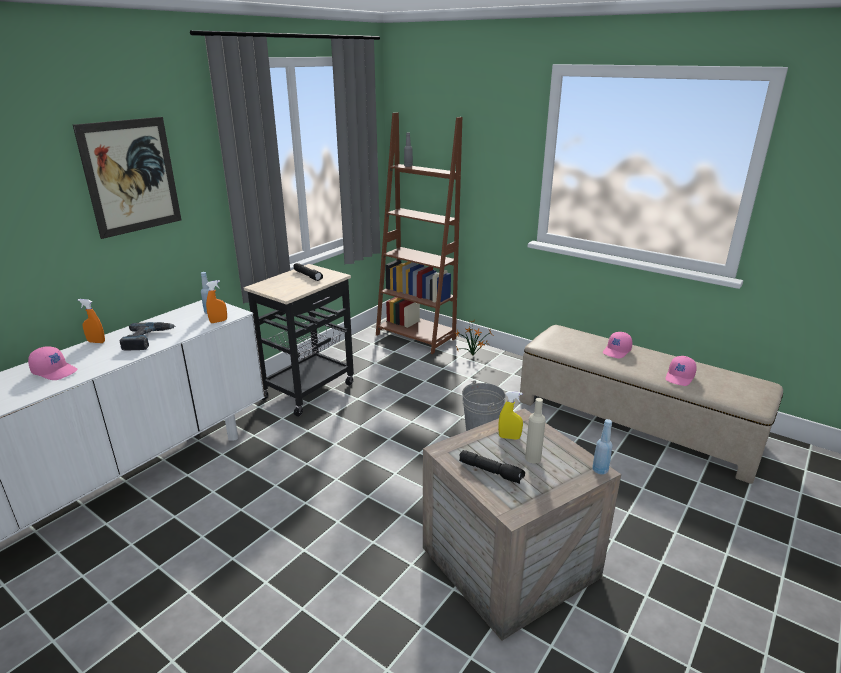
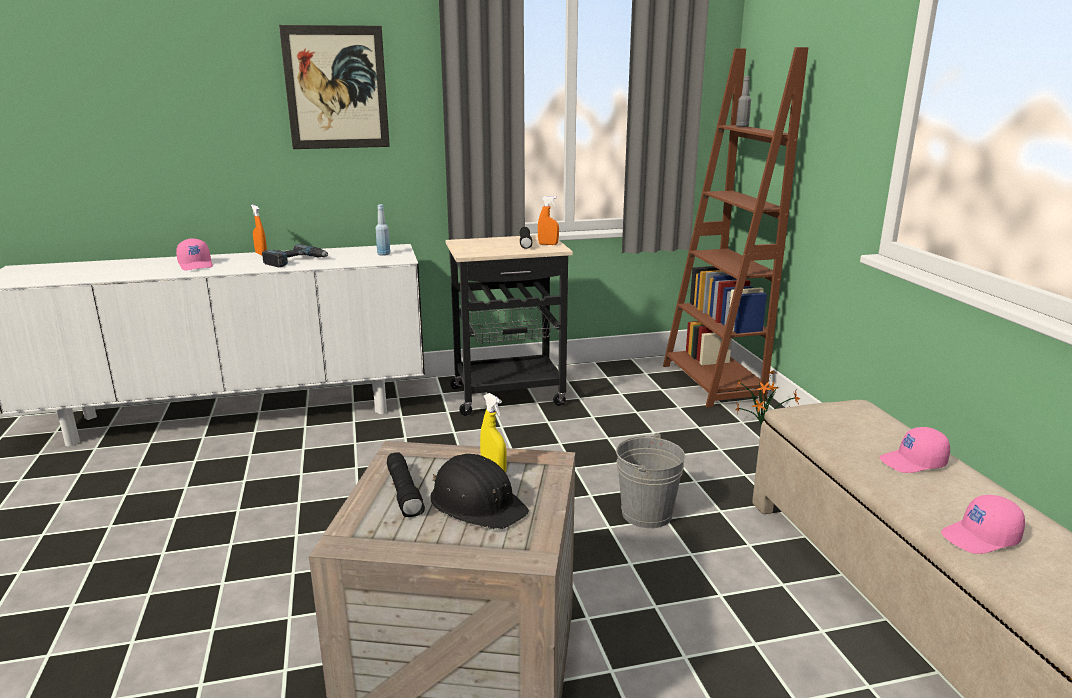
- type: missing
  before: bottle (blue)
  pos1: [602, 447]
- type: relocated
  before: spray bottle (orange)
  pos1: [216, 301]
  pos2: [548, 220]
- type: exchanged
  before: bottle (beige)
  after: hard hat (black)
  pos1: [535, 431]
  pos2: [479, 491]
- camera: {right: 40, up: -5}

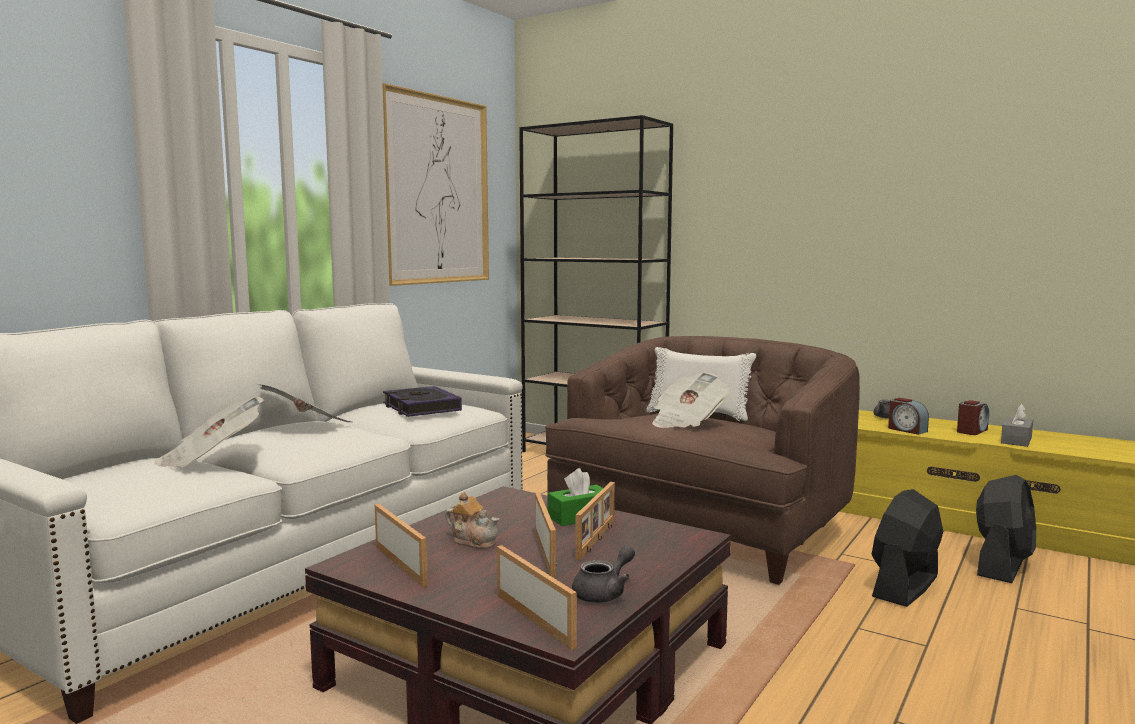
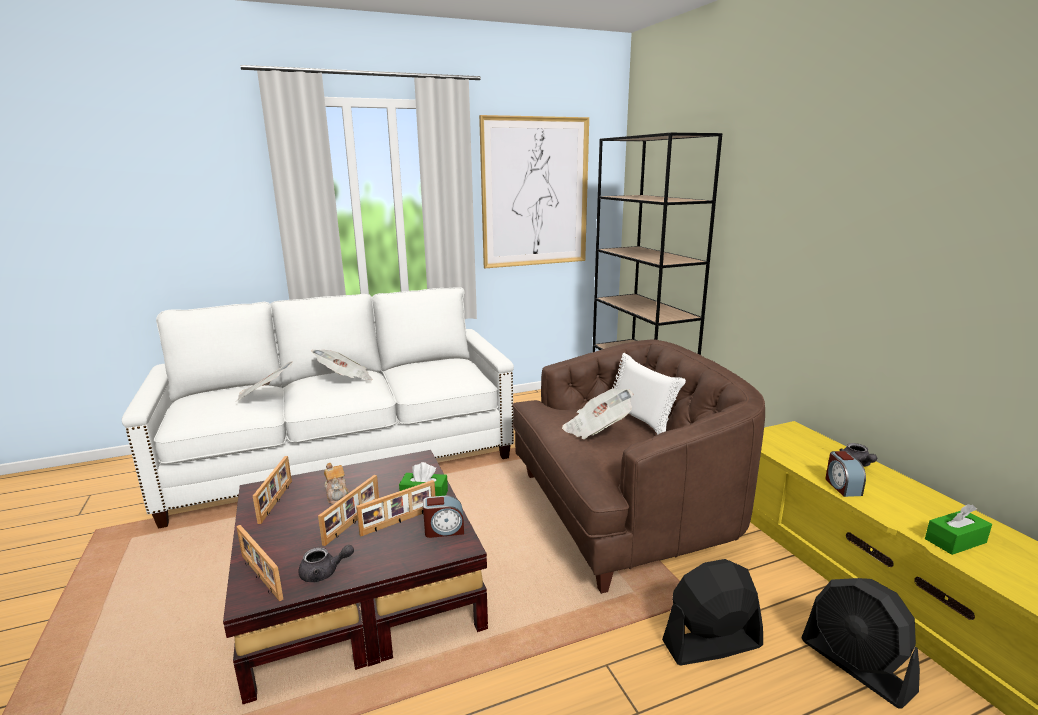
- type: missing
  before: book
  pos1: [422, 401]
- type: relocated
  before: alarm clock
  pos1: [973, 417]
  pos2: [443, 517]
- type: colour
  before: tissue box (grey)
  after: tissue box (green)
  pos1: [1017, 425]
  pos2: [958, 529]
- type: spun
  before: picture frame
  pos1: [537, 597]
  pos2: [259, 563]
  turn: 135
- type: spun
  before: fan (black)
  pos1: [1006, 529]
  pos2: [860, 643]
  turn: 75
- camera: {right: 35, up: 10}

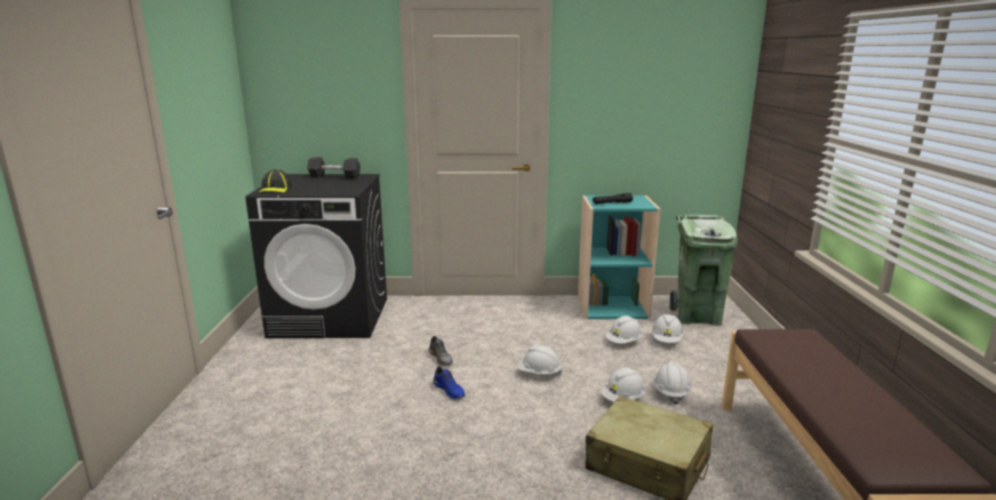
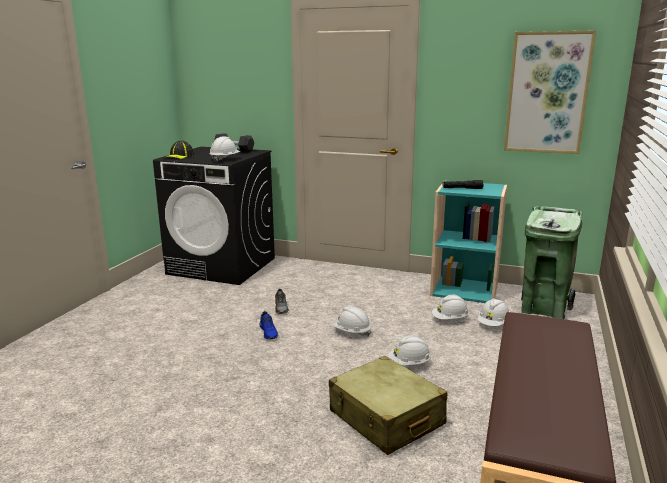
- type: appeared
  after: picture
  pos2: [550, 92]
- type: relocated
  before: hard hat (white)
  pos1: [672, 383]
  pos2: [224, 149]
- camera: {right: 20, up: 0}

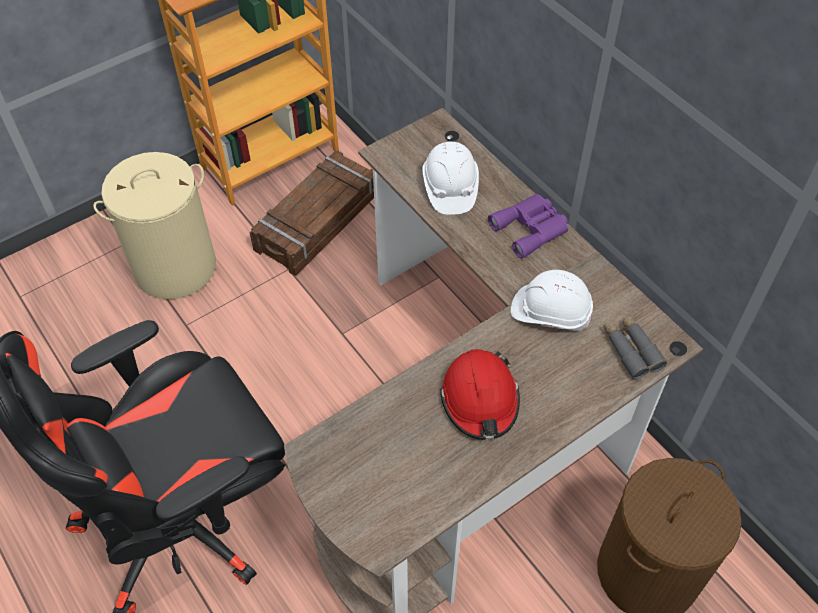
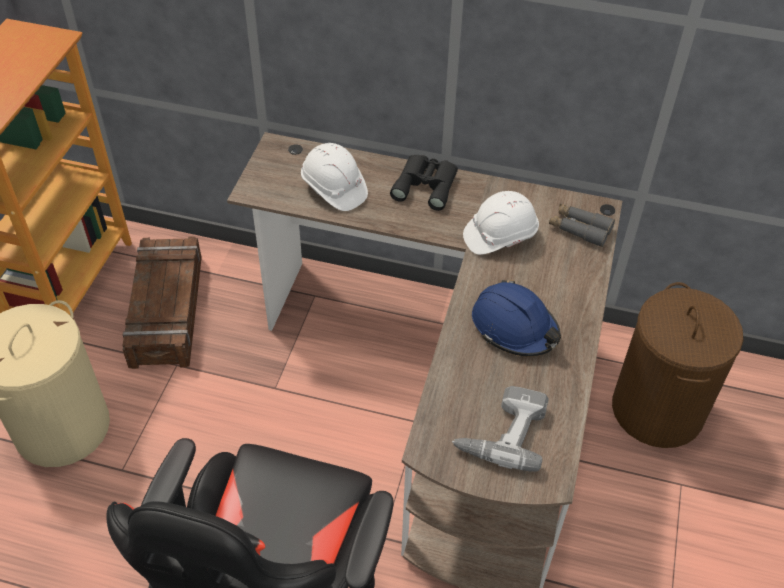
- type: appeared
  after: power drill
  pos2: [500, 429]
- type: colour
  before: hard hat (red)
  after: hard hat (blue)
  pos1: [480, 394]
  pos2: [516, 318]
- type: colour
  before: binoculars (purple)
  after: binoculars (black)
  pos1: [528, 226]
  pos2: [424, 183]
- camera: {right: -40, up: -5}

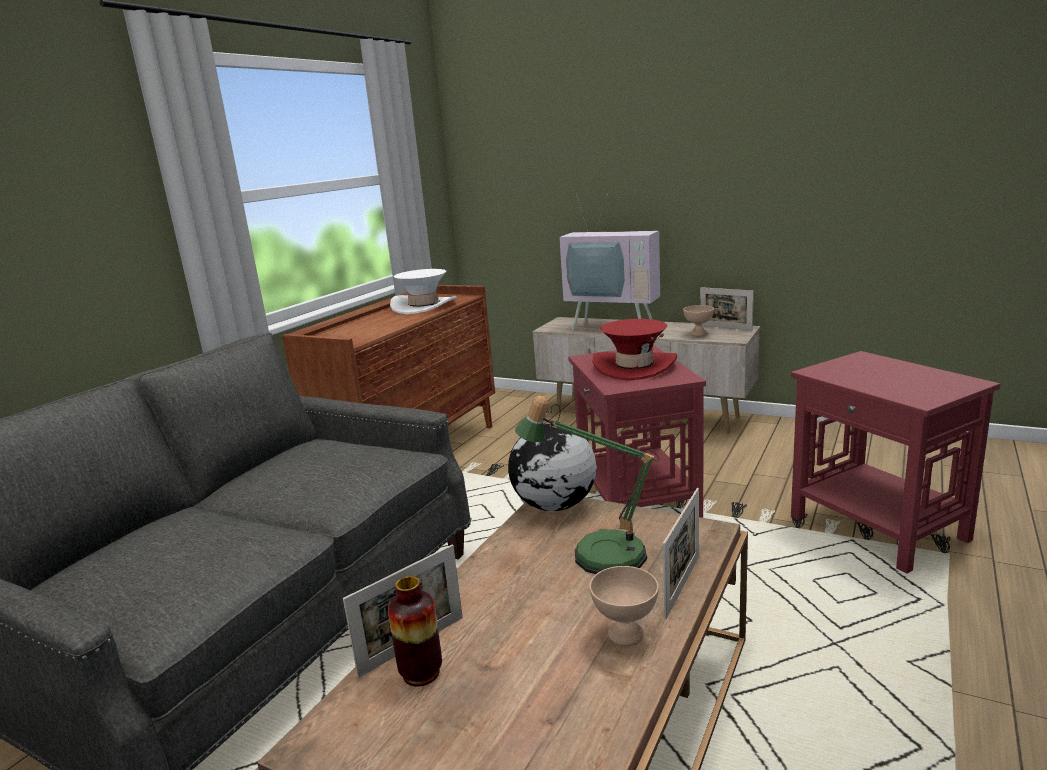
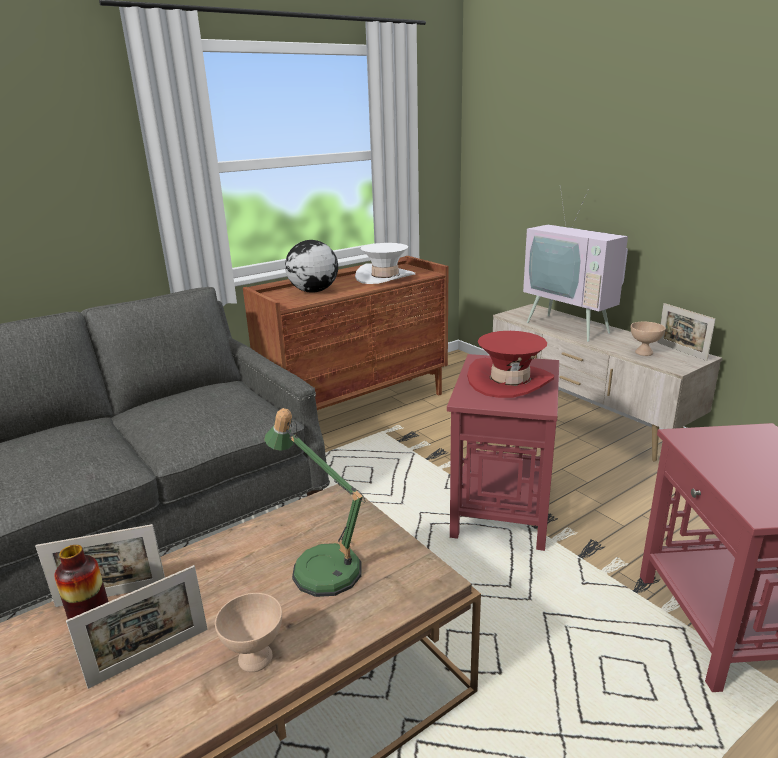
- type: relocated
  before: globe
  pos1: [552, 467]
  pos2: [311, 266]
- type: relocated
  before: picture frame
  pos1: [681, 553]
  pos2: [137, 627]
- camera: {right: 25, up: 5}

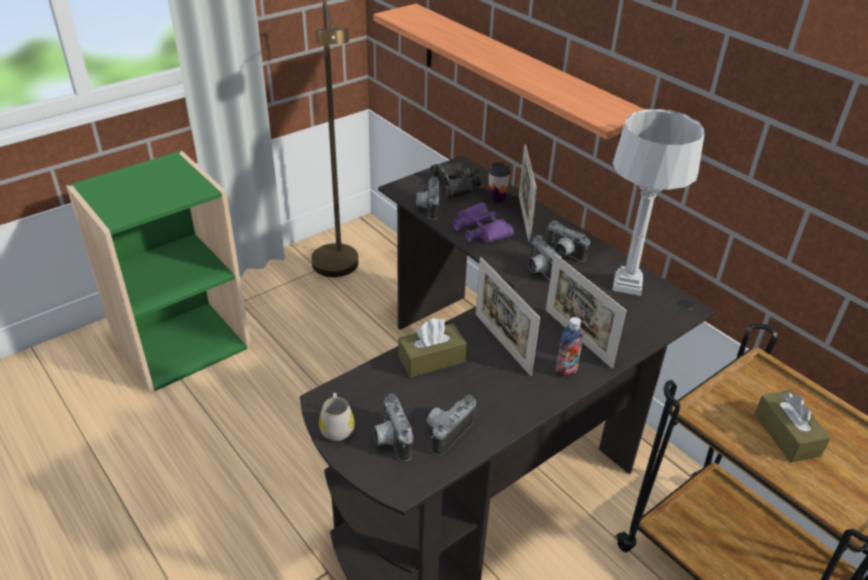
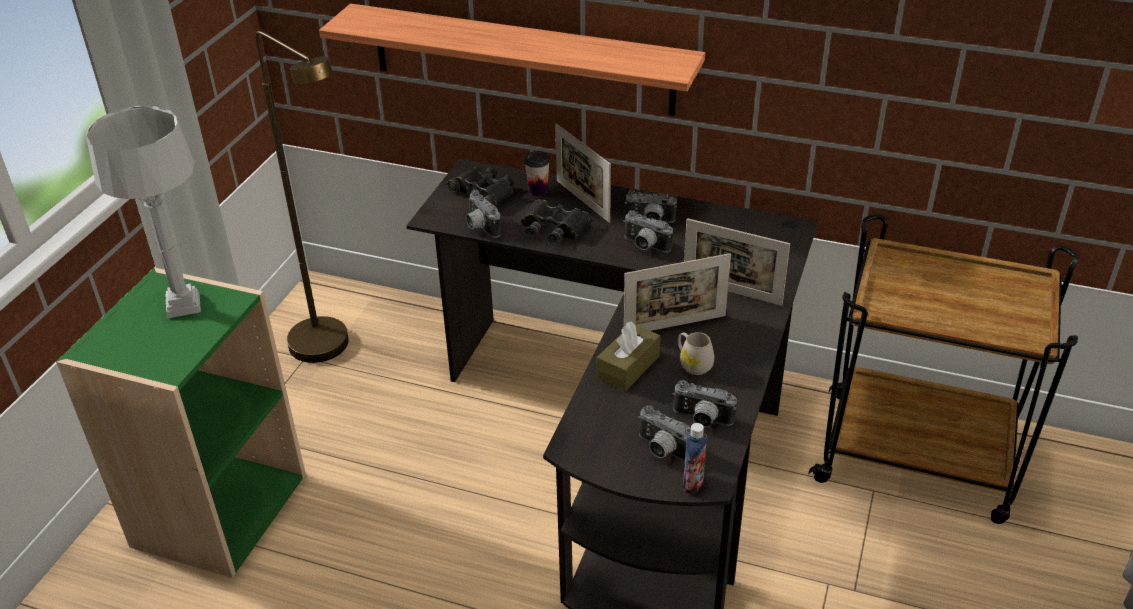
- type: missing
  before: tissue box (brown)
  pos1: [792, 426]
- type: relocated
  before: mug (white)
  pos1: [337, 417]
  pos2: [696, 353]
- type: relocated
  before: bottle
  pos1: [569, 347]
  pos2: [695, 458]
- type: relocated
  before: table lamp (grey)
  pos1: [658, 202]
  pos2: [143, 212]
- type: colour
  before: binoculars (purple)
  after: binoculars (black)
  pos1: [483, 222]
  pos2: [556, 222]
- type: spun
  before: photo camera
  pos1: [451, 425]
  pos2: [705, 403]
  turn: -75
- type: spun
  before: picture frame
  pos1: [507, 316]
  pos2: [677, 292]
  turn: -45
- camera: {right: -30, up: 0}

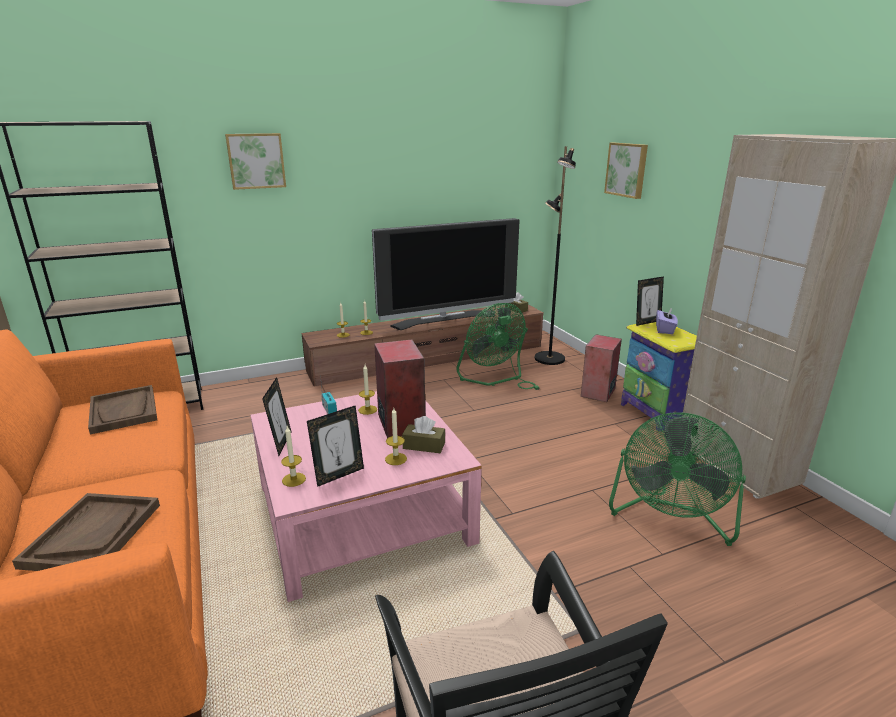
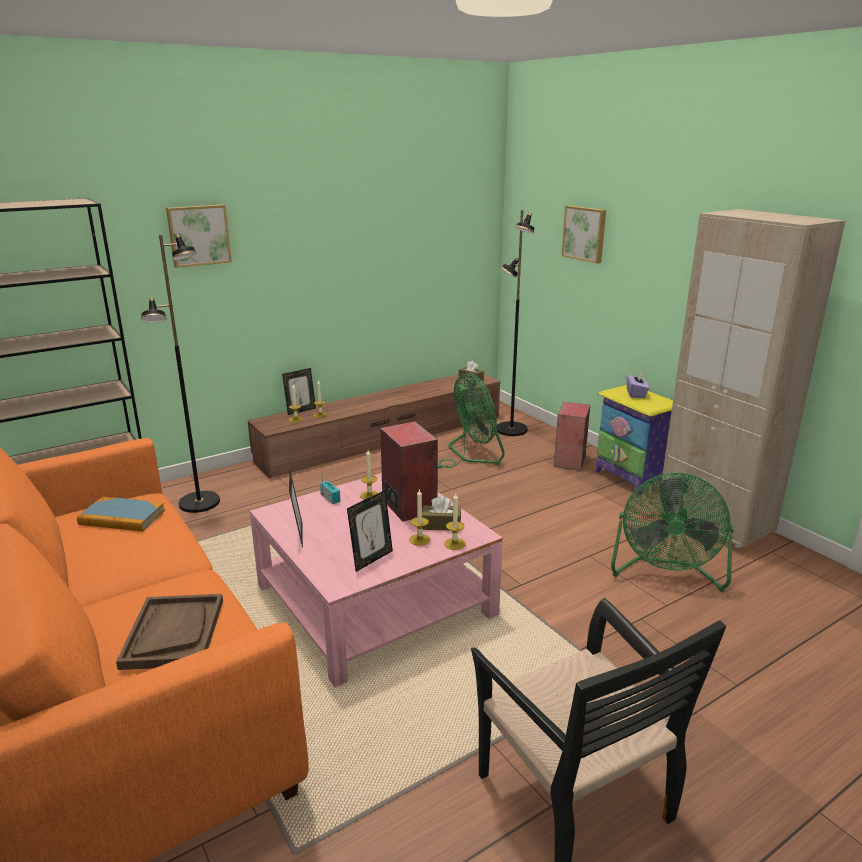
- type: missing
  before: television
  pos1: [446, 274]
- type: appeared
  after: floor lamp (black)
  pos2: [180, 373]
- type: relocated
  before: candle
  pos1: [293, 456]
  pos2: [455, 521]
- type: relocated
  before: picture frame
  pos1: [650, 301]
  pos2: [299, 391]
- type: exchanged
  before: tray (brown)
  after: book
  pos1: [122, 410]
  pos2: [121, 514]
- type: spun
  before: fan (green)
  pos1: [498, 346]
  pos2: [471, 420]
  turn: 105
- camera: {right: -10, up: 0}

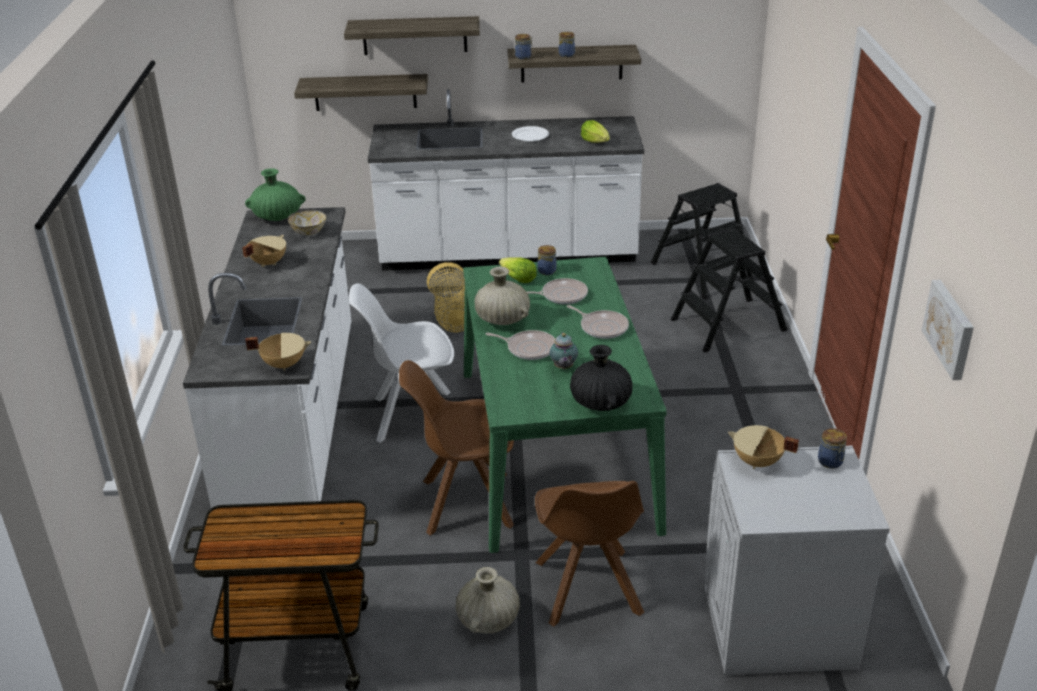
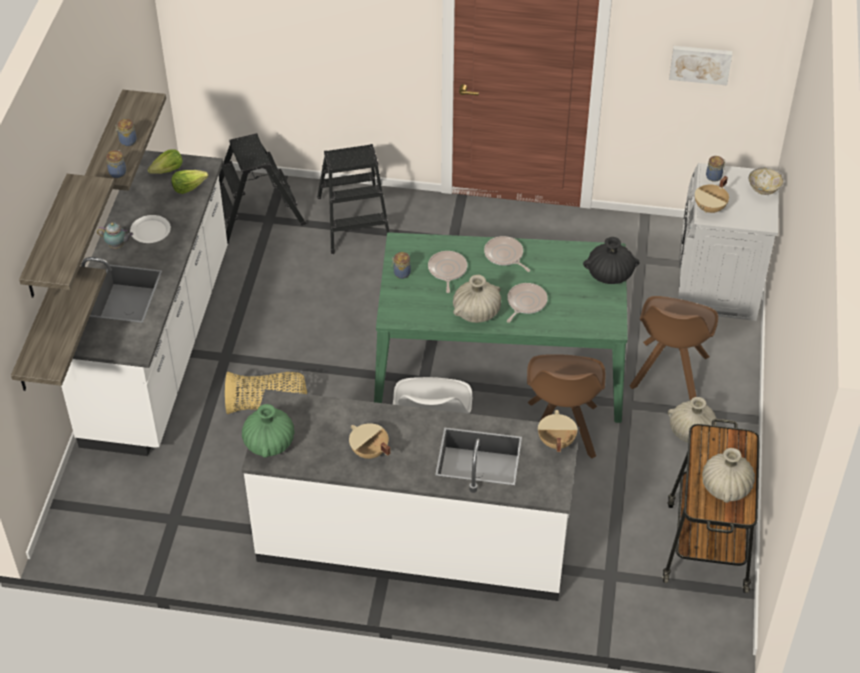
- type: appeared
  after: vase (beige)
  pos2: [728, 475]
- type: relocated
  before: bowl
  pos1: [307, 222]
  pos2: [766, 181]
- type: relocated
  before: lettuce
  pos1: [518, 270]
  pos2: [165, 161]
- type: relocated
  before: teapot
  pos1: [564, 350]
  pos2: [115, 235]
- type: spun
  before: chair (brown)
  pos1: [589, 554]
  pos2: [674, 348]
  turn: 105
- type: spun
  before: frying pan
  pos1: [598, 322]
  pos2: [507, 254]
  turn: -90
- camera: {right: -80, up: 15}

